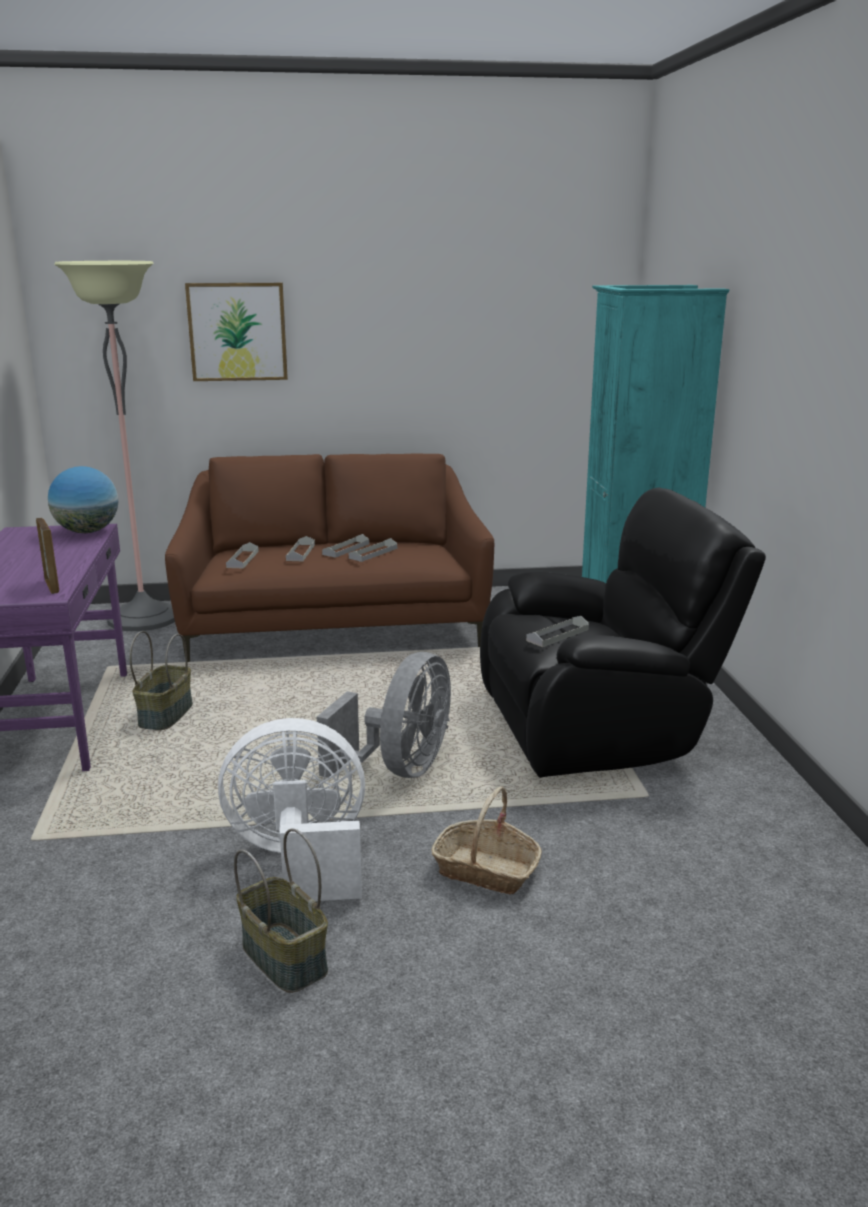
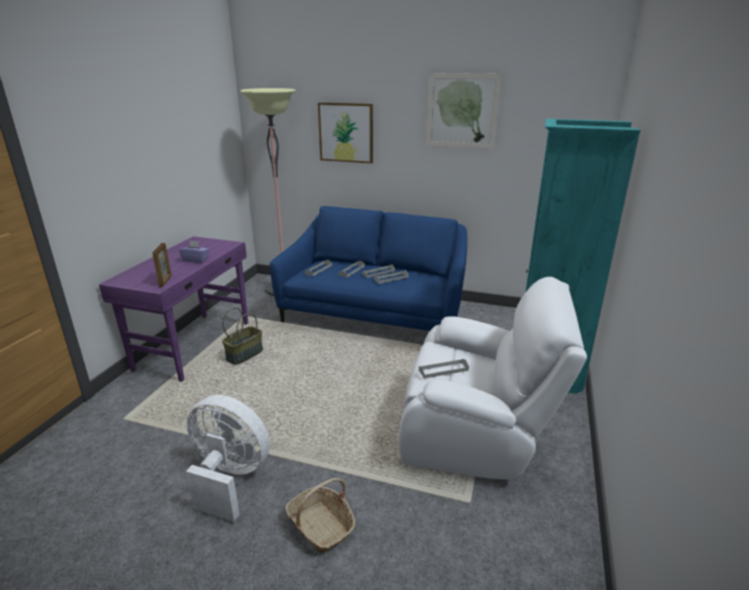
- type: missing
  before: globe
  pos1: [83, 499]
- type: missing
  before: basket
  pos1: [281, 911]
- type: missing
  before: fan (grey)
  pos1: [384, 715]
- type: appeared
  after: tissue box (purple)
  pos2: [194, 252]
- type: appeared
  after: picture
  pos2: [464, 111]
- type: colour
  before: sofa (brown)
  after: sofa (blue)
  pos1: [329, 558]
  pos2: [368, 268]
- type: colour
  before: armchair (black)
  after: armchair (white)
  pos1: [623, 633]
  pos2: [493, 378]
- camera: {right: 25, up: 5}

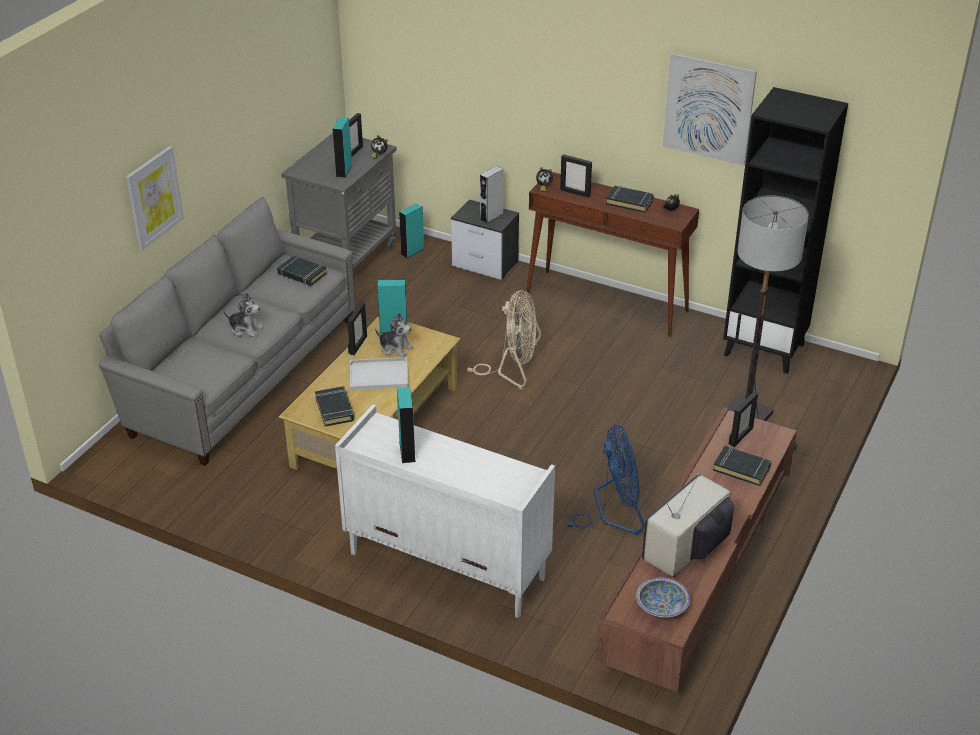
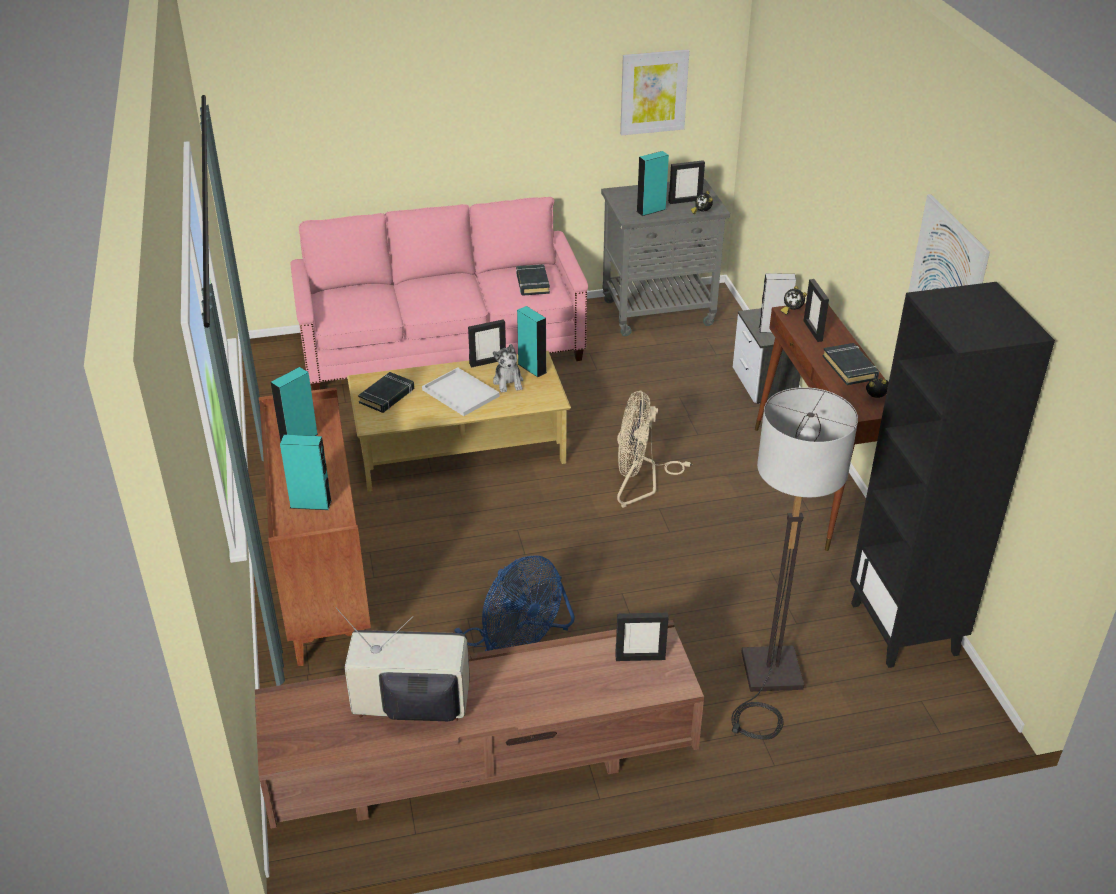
- type: missing
  before: plush toy
  pos1: [244, 315]
- type: missing
  before: bowl
  pos1: [663, 597]
- type: missing
  before: book (black)
  pos1: [742, 466]
- type: relocated
  before: picture
  pos1: [155, 198]
  pos2: [654, 92]
- type: relocated
  before: speaker (turquoise)
  pos1: [411, 230]
  pos2: [306, 472]
- type: colour
  before: sofa (grey)
  after: sofa (pink)
  pos1: [227, 331]
  pos2: [439, 293]
- type: colour
  before: cabinet (white)
  after: cabinet (brown)
  pos1: [445, 511]
  pos2: [315, 527]
- type: spun
  before: fan (beige)
  pos1: [503, 340]
  pos2: [654, 449]
  turn: 120
- camera: {right: 50, up: 0}

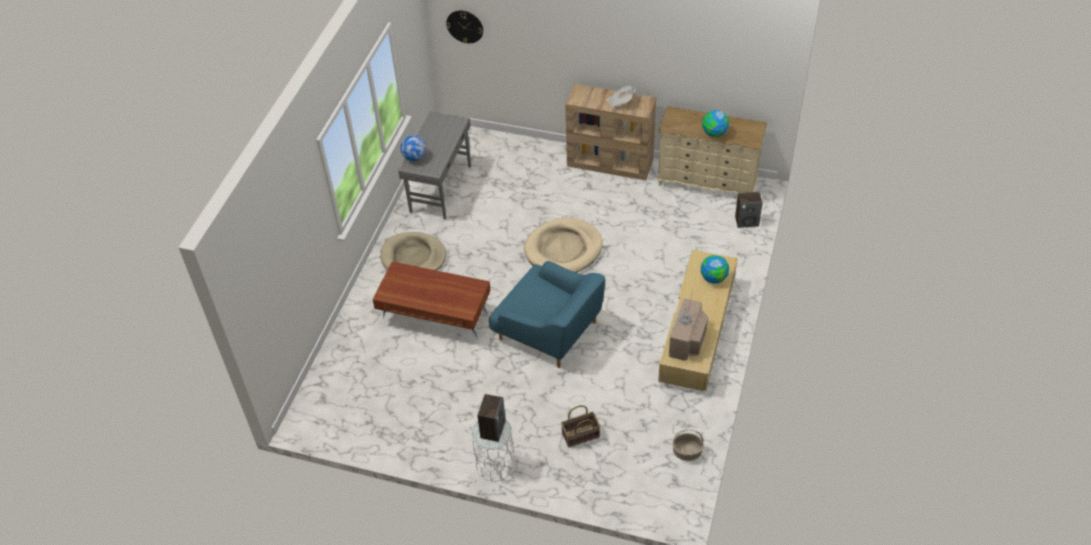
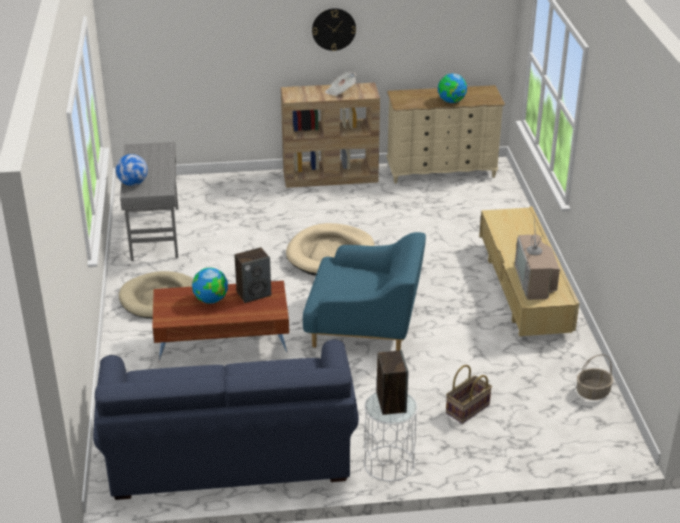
- type: appeared
  after: sofa (blue)
  pos2: [226, 419]
- type: relocated
  before: wall clock
  pos1: [464, 27]
  pos2: [334, 29]
- type: relocated
  before: globe
  pos1: [715, 269]
  pos2: [210, 286]
- type: relocated
  before: speaker
  pos1: [749, 210]
  pos2: [252, 275]
- camera: {right: -25, up: -15}

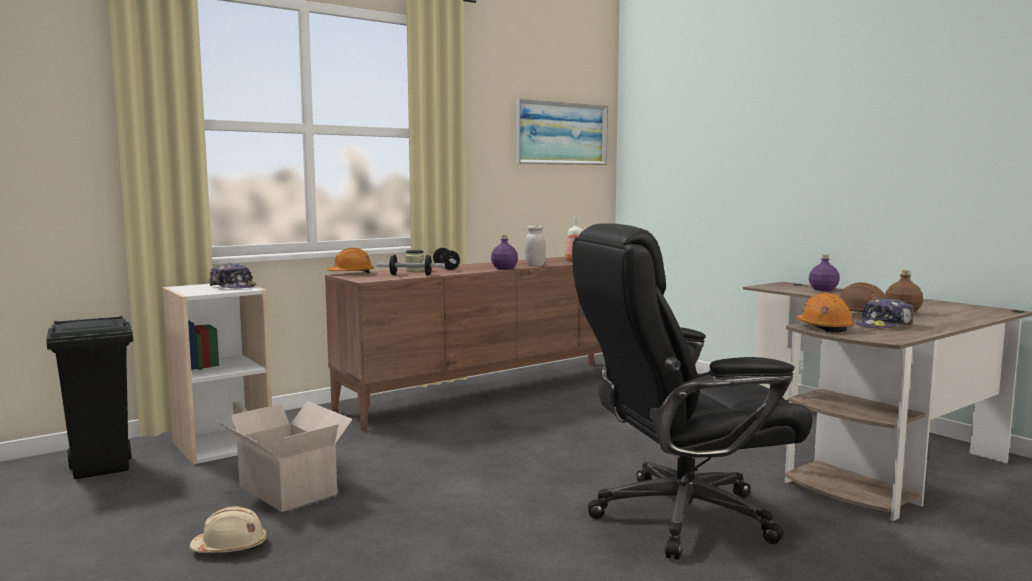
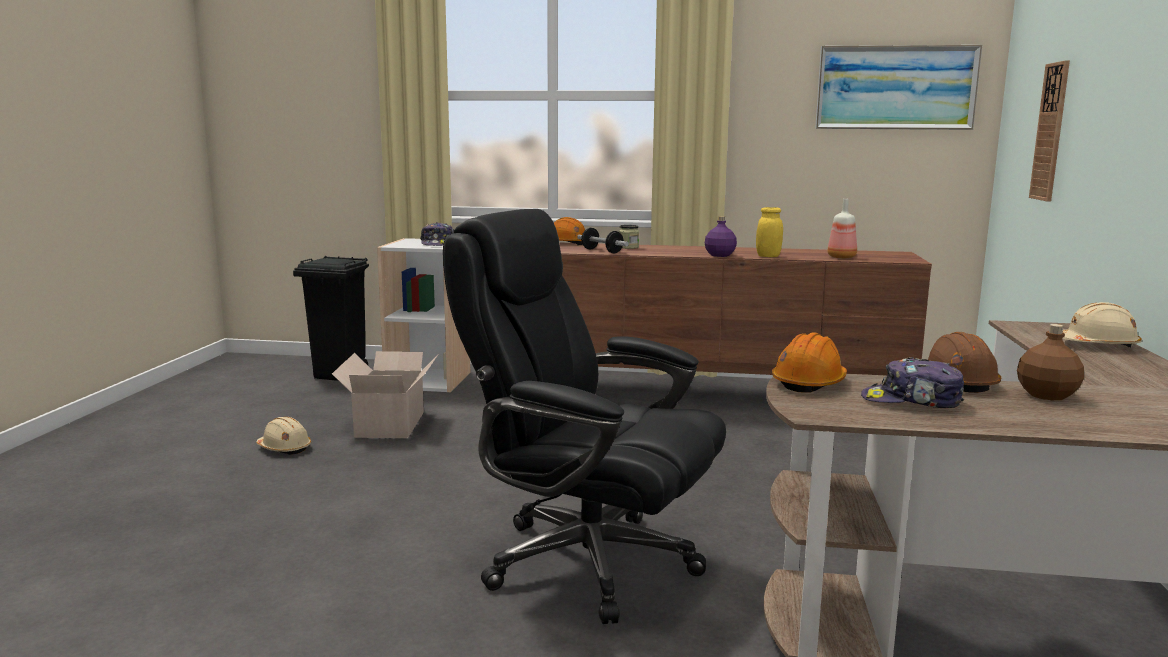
- type: missing
  before: dumbbell
  pos1: [446, 259]
- type: appeared
  after: wall clock
  pos2: [1049, 131]
- type: exchanged
  before: bottle (purple)
  after: hard hat (beige)
  pos1: [824, 272]
  pos2: [1102, 325]
- type: colour
  before: jar (white)
  after: jar (yellow)
  pos1: [535, 245]
  pos2: [769, 232]
- camera: {right: 45, up: 5}

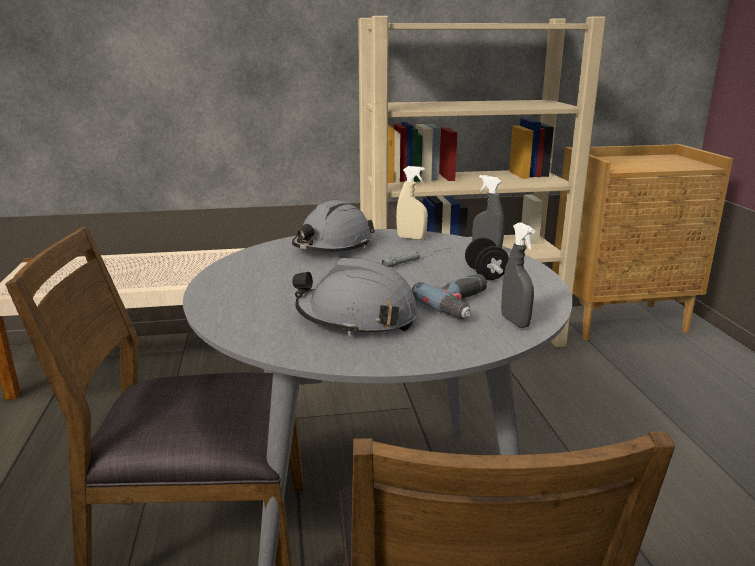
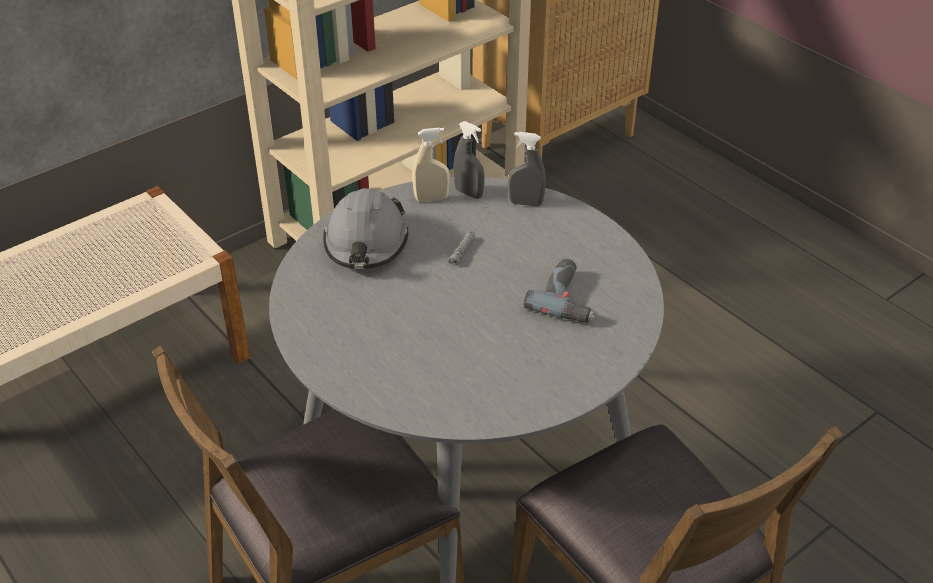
- type: missing
  before: hard hat (grey)
  pos1: [355, 297]
- type: missing
  before: dumbbell (black)
  pos1: [487, 258]
- type: relocated
  before: spray bottle (grey)
  pos1: [518, 275]
  pos2: [469, 160]
- camera: {right: -30, up: 20}

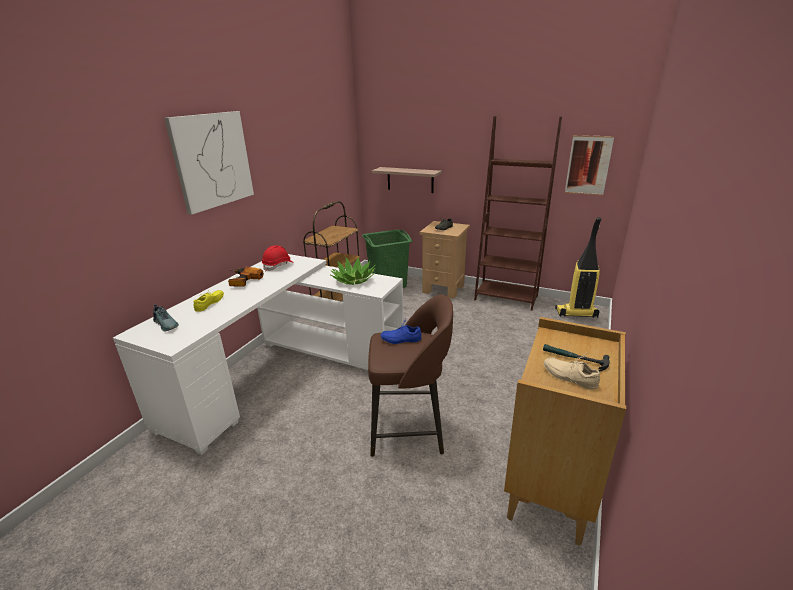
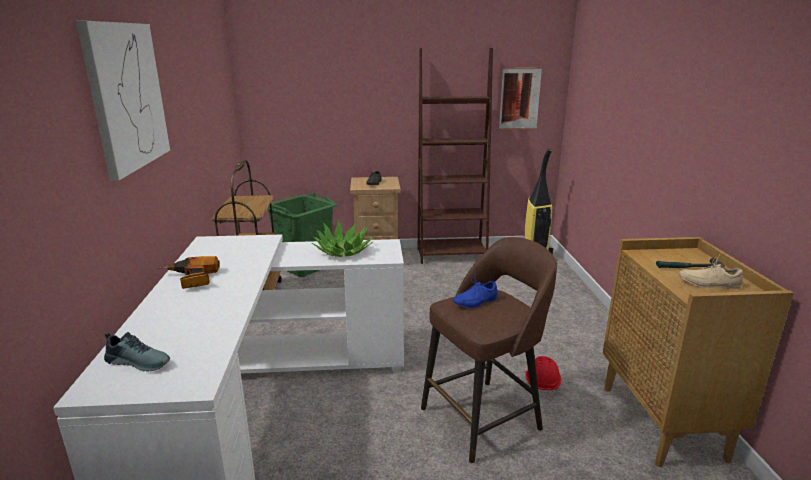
- type: missing
  before: shoe (yellow)
  pos1: [209, 301]
- type: missing
  before: shelf
  pos1: [407, 180]
- type: relocated
  before: hard hat (red)
  pos1: [278, 258]
  pos2: [543, 377]
- camera: {right: -30, up: -5}

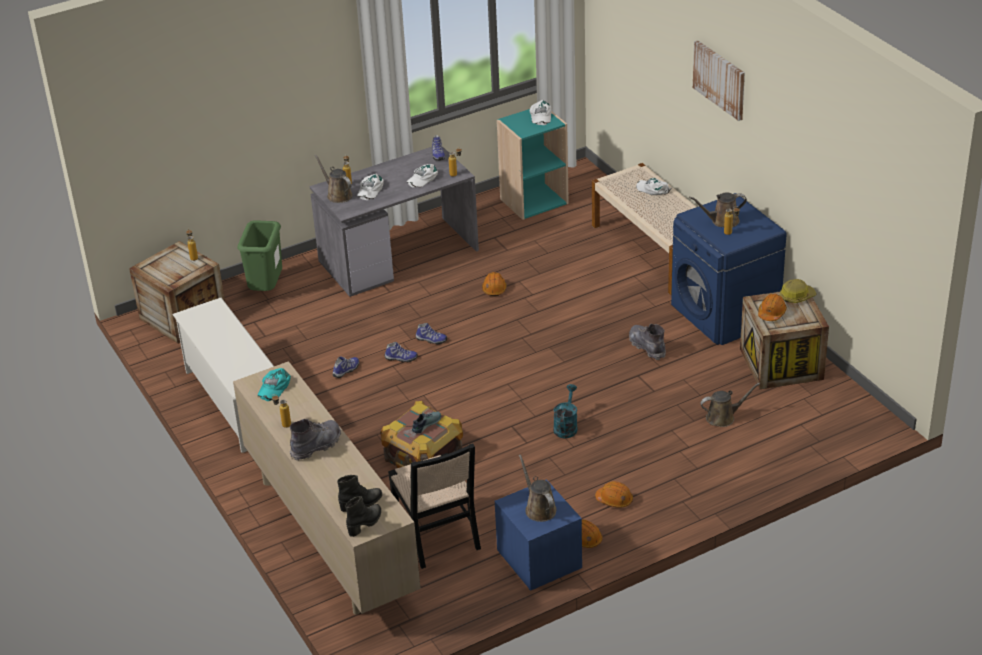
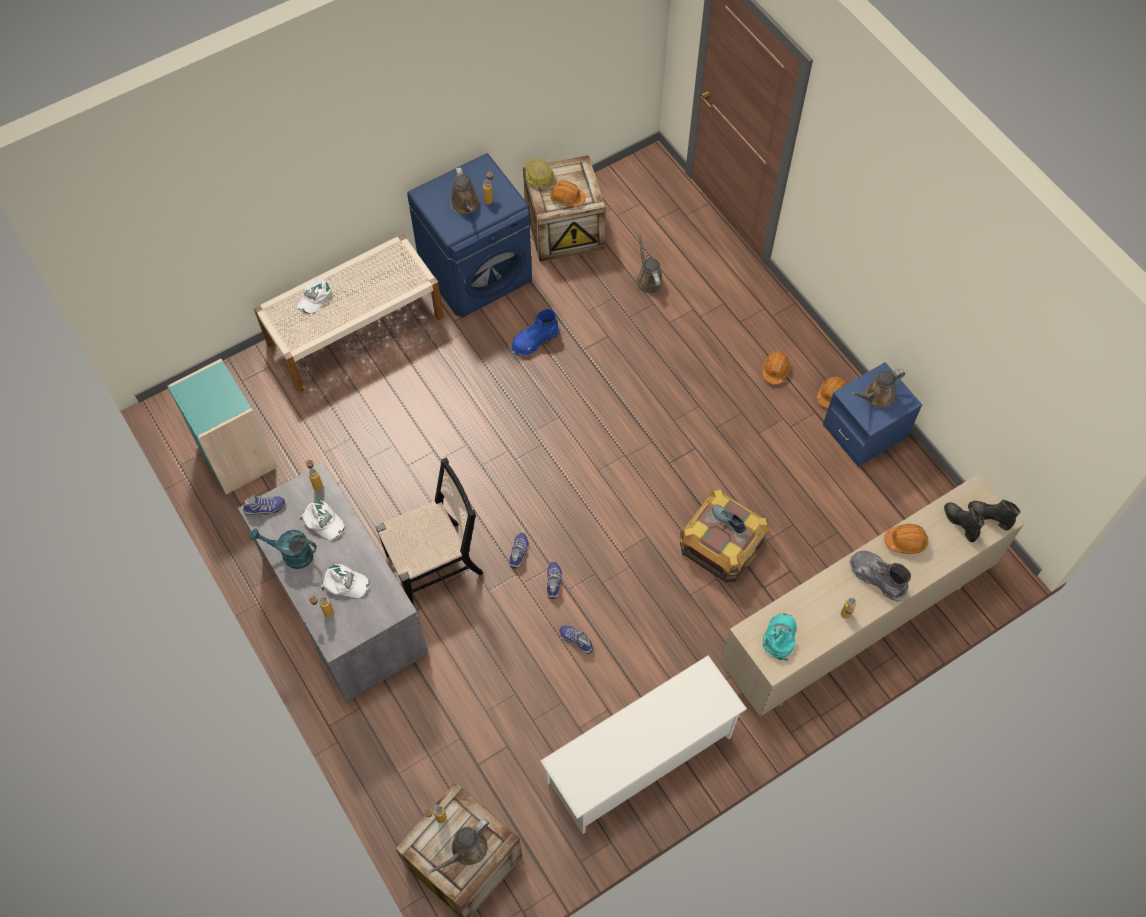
- type: missing
  before: trash can (green)
  pos1: [259, 255]
- type: missing
  before: cap (white)
  pos1: [541, 112]
- type: missing
  before: picture
  pos1: [719, 80]
- type: relocated
  before: watering can (brown)
  pos1: [333, 178]
  pos2: [457, 847]
- type: relocated
  before: chair
  pos1: [434, 506]
  pos2: [430, 531]
- type: relocated
  before: hard hat (orange)
  pos1: [494, 284]
  pos2: [906, 539]
- type: relocated
  before: watering can (turquoise)
  pos1: [565, 411]
  pos2: [283, 548]
- type: colour
  before: boot (grey)
  after: boot (blue)
  pos1: [647, 342]
  pos2: [535, 332]
- type: spun
  before: cap (turquoise)
  pos1: [274, 384]
  pos2: [780, 637]
  turn: -90
- camera: {right: -95, up: 25}

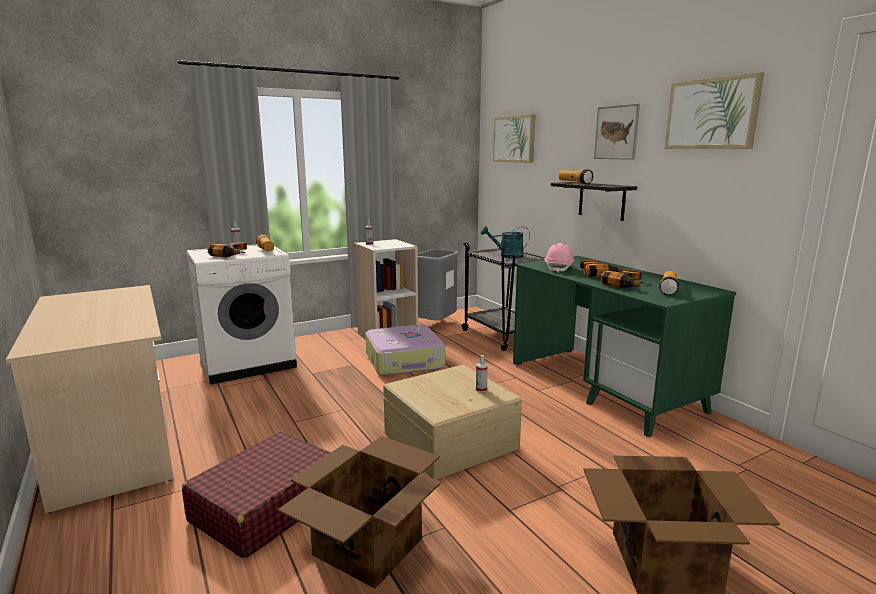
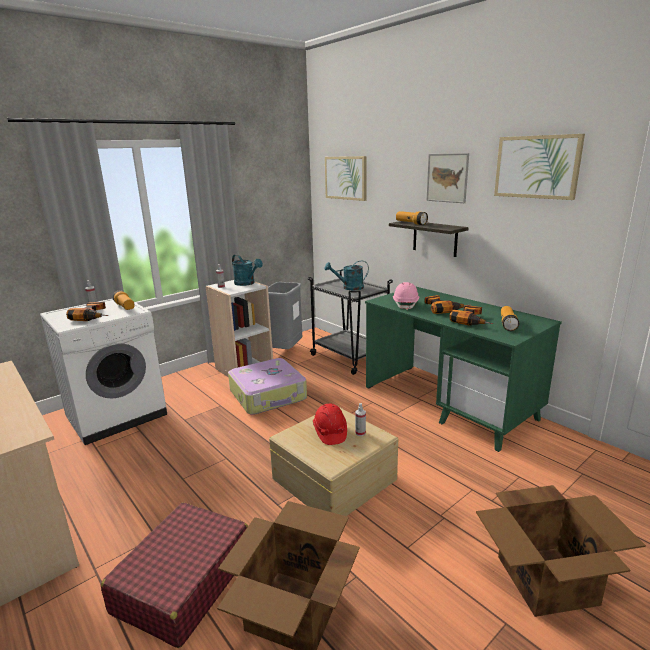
- type: appeared
  after: watering can (turquoise)
  pos2: [247, 270]
- type: appeared
  after: hard hat (red)
  pos2: [330, 424]
- camera: {right: -10, up: 5}

